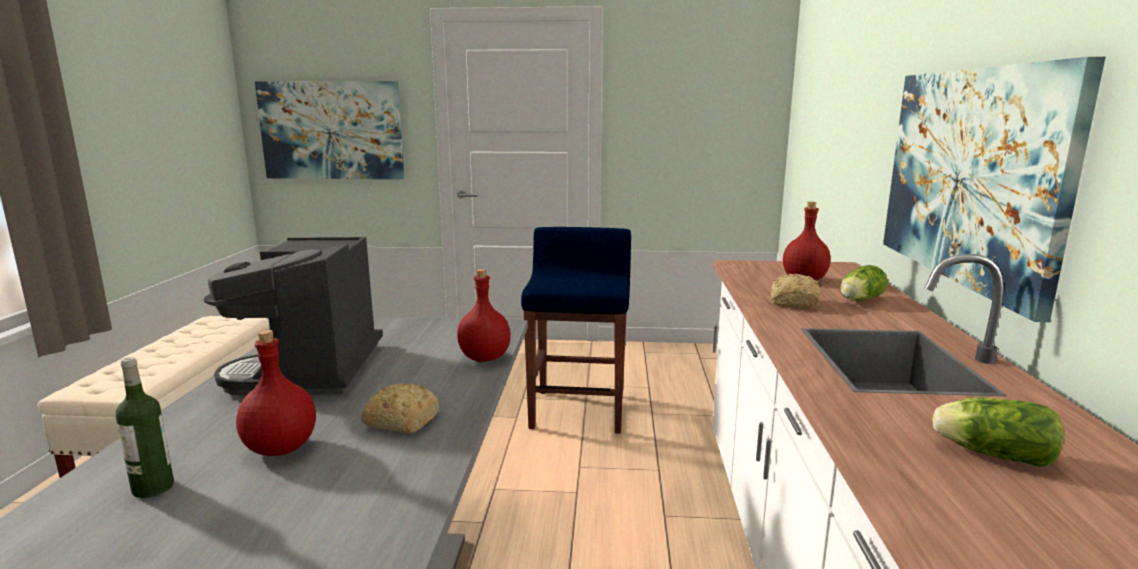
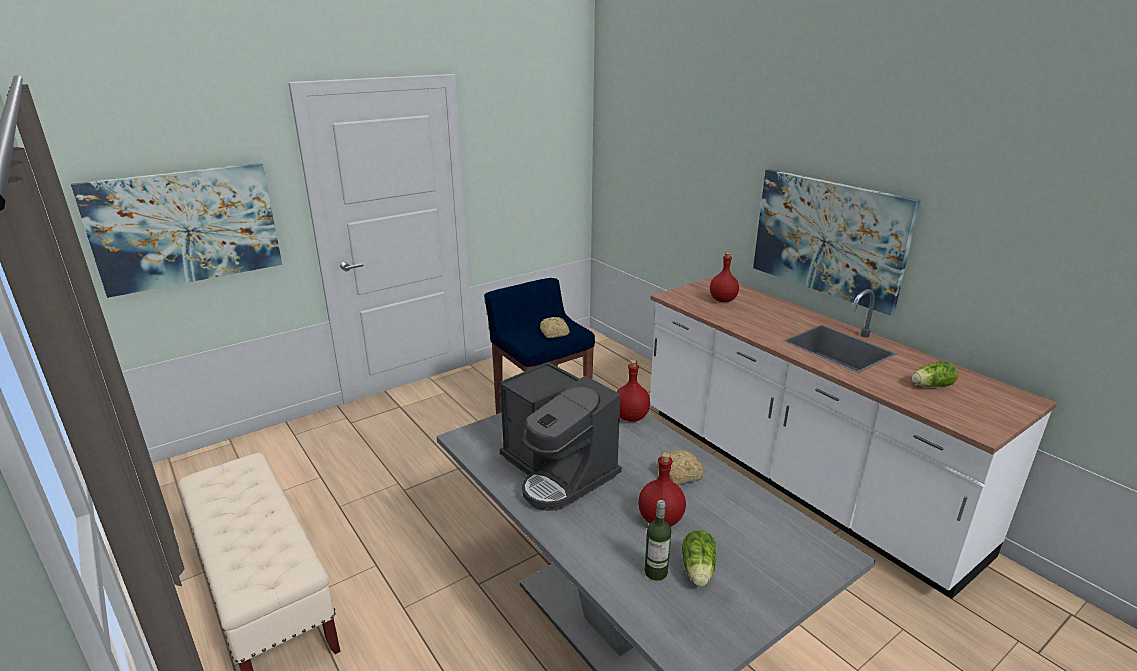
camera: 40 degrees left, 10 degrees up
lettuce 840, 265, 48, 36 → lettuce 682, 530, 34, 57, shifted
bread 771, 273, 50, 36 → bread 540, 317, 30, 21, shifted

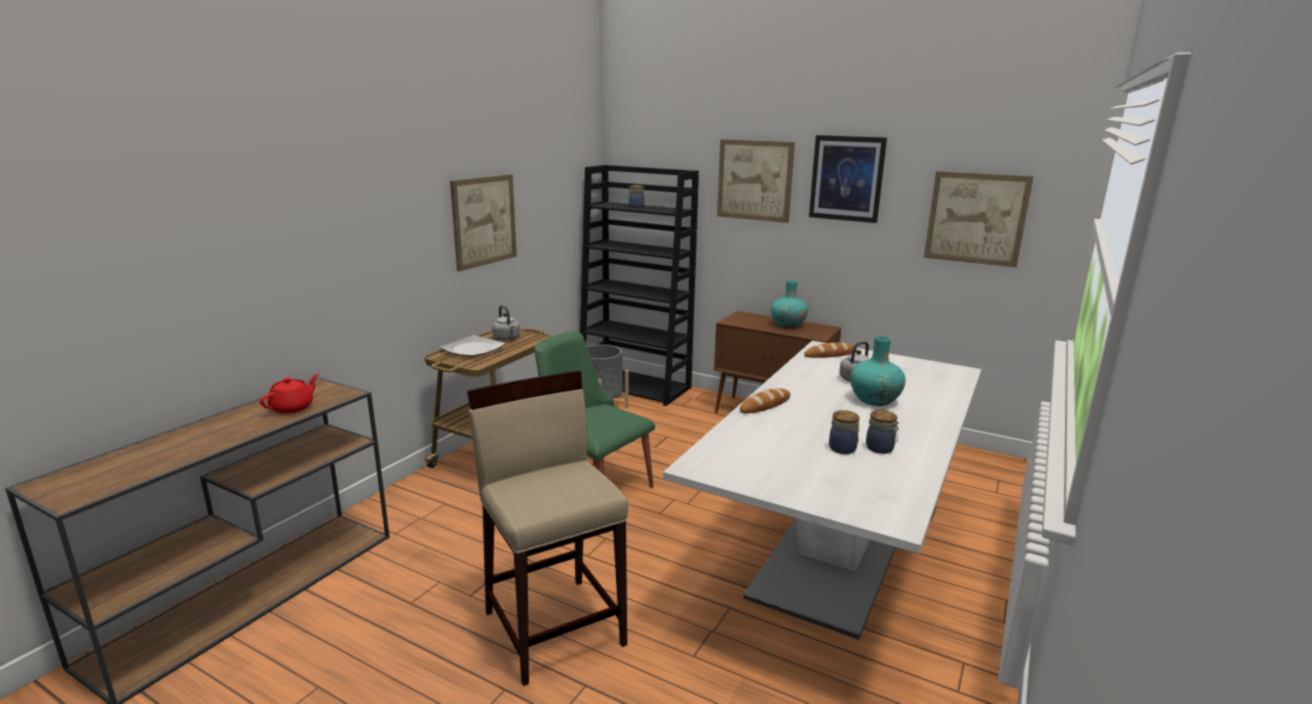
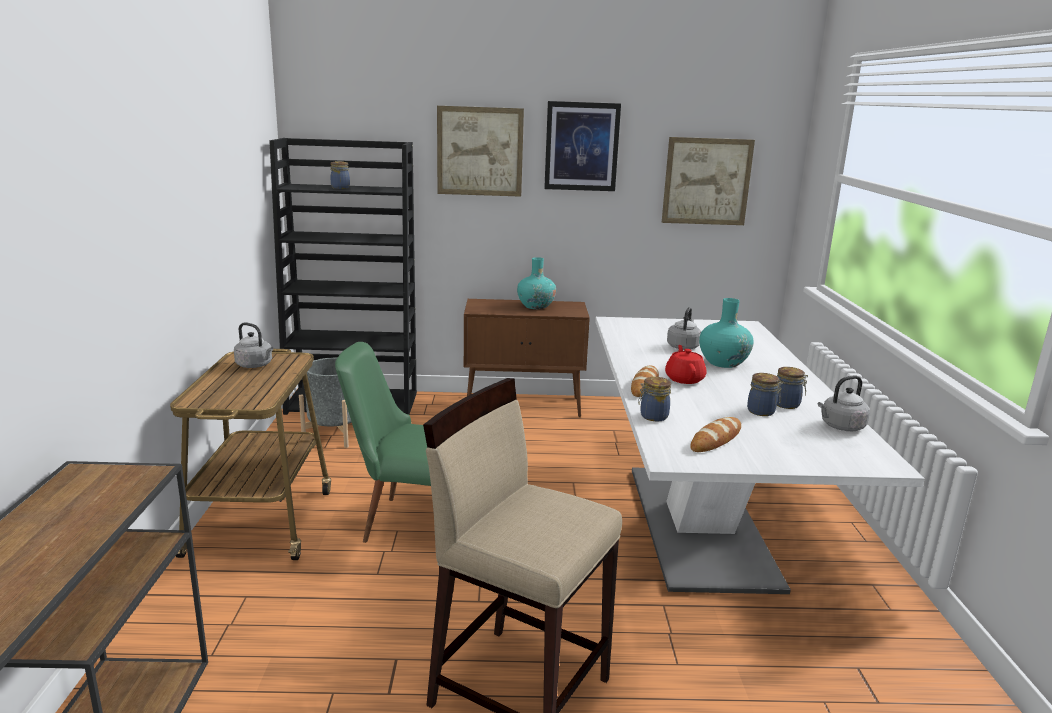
camera: 30 degrees left, 0 degrees up
wall picture 450, 174, 67, 97 → -
dinner plate 439, 335, 67, 22 → -
bread 804, 342, 53, 16 → bread 690, 417, 51, 35, shifted
reddish teapot 260, 374, 59, 40 → reddish teapot 665, 345, 41, 39, shifted
- → grey water kettle 818, 375, 52, 56
- → jar 638, 377, 33, 44

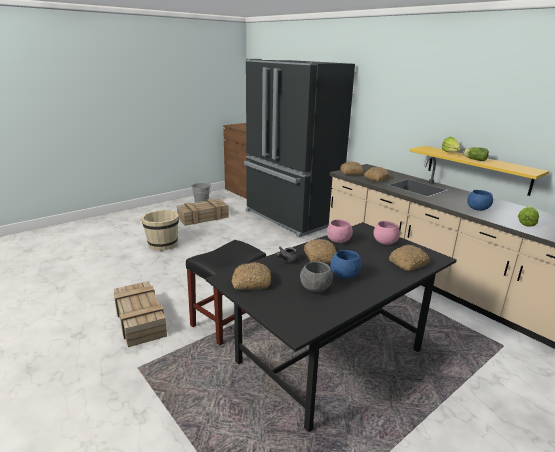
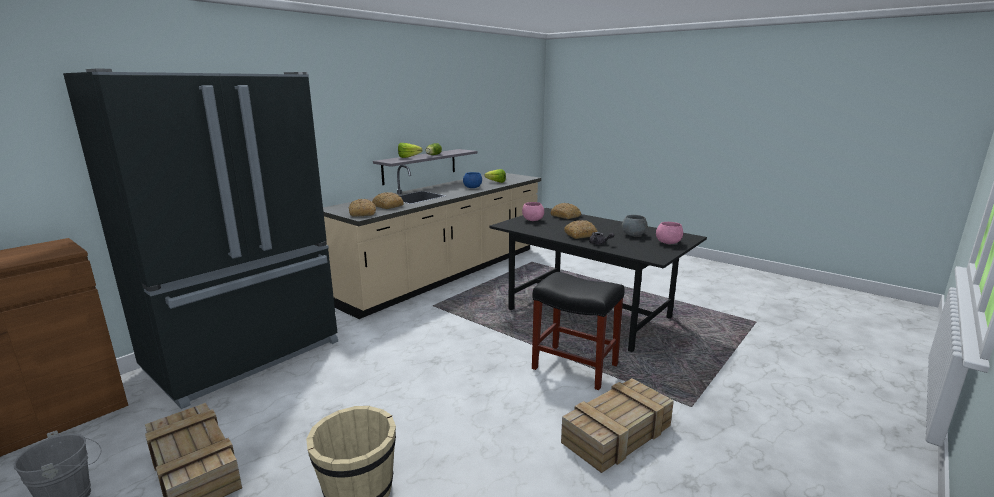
camera: 100 degrees left, 5 degrees down
yellow-coloured shelf 409, 146, 140, 50 → grey shelf 373, 149, 104, 36
pink-coloured serving bowl 327, 219, 26, 24 → pink-coloured serving bowl 656, 222, 27, 22, shifted
blue serving bowl 330, 250, 31, 29 → -
bread 231, 262, 40, 28 → -

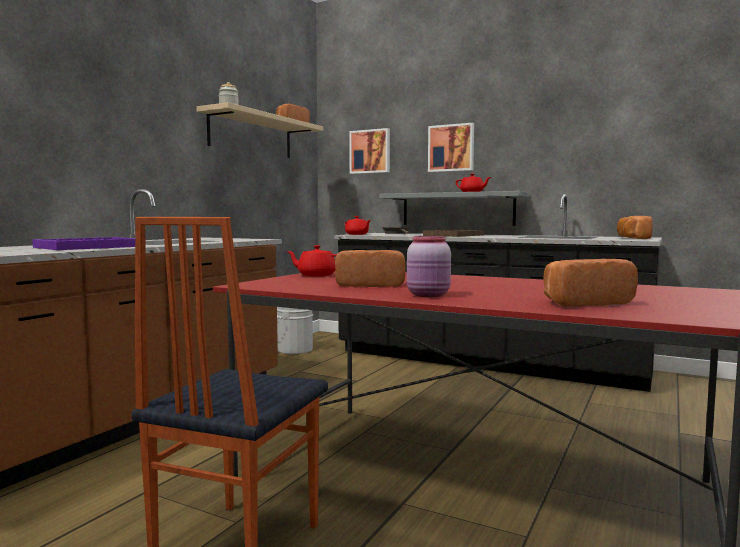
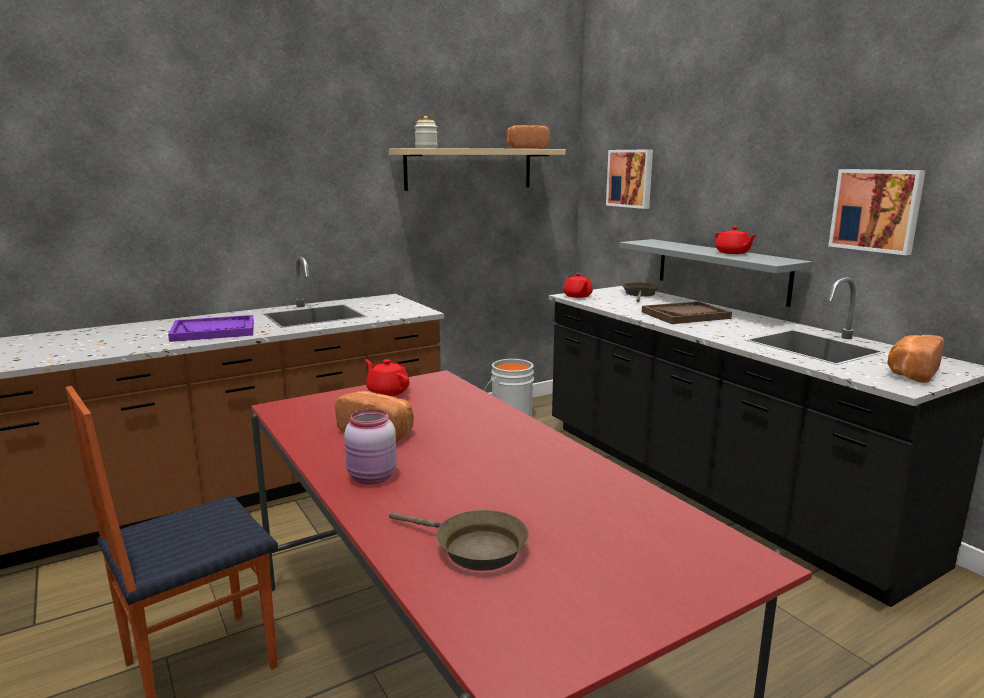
camera: 30 degrees right, 10 degrees up
wall picture 428, 123, 46, 49 → wall picture 828, 169, 98, 86, shifted
bread 543, 259, 95, 48 → brown-coloured skillet 389, 510, 140, 61

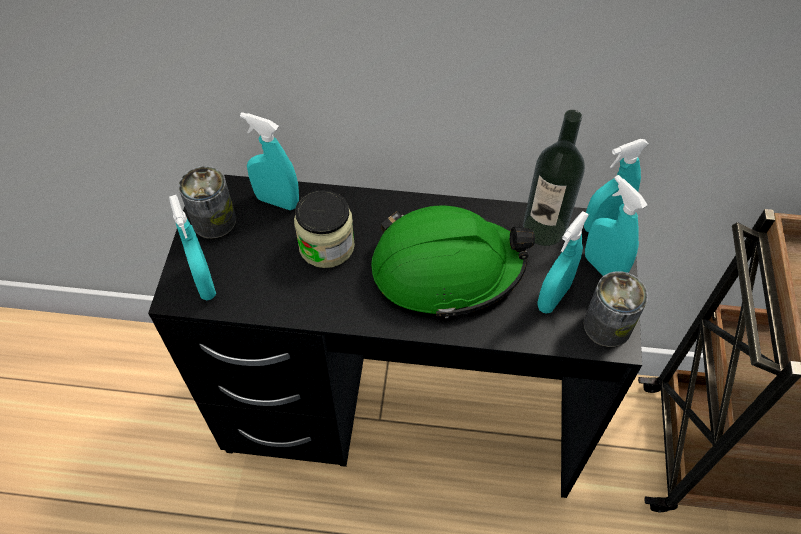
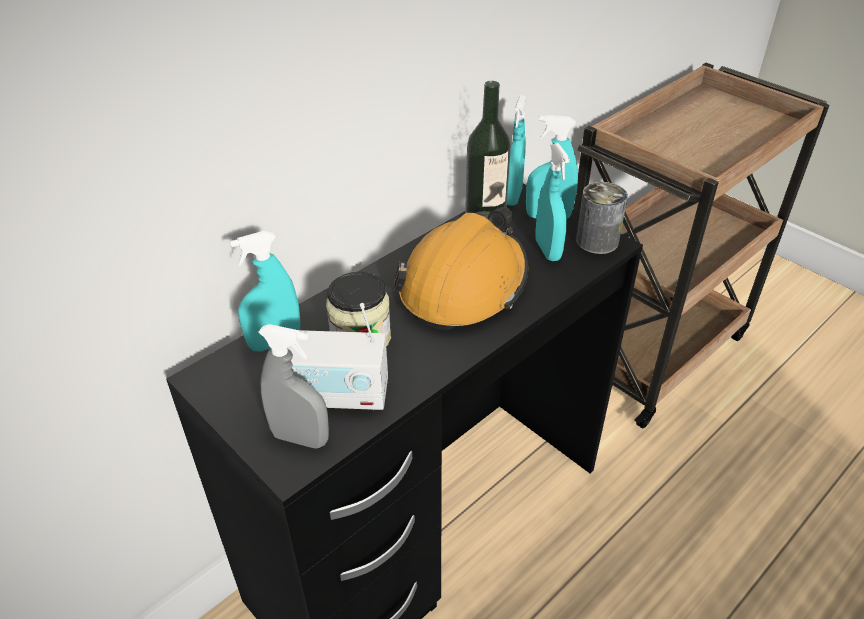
camera: 50 degrees left, 15 degrees down
metal can 179, 166, 57, 73 → -
turquoise hand sprayer 169, 195, 47, 106 → grey hand sprayer 258, 324, 71, 124
green work helmet 371, 205, 164, 114 → orange-coloured work helmet 394, 207, 134, 123
- → radio set 287, 303, 101, 108

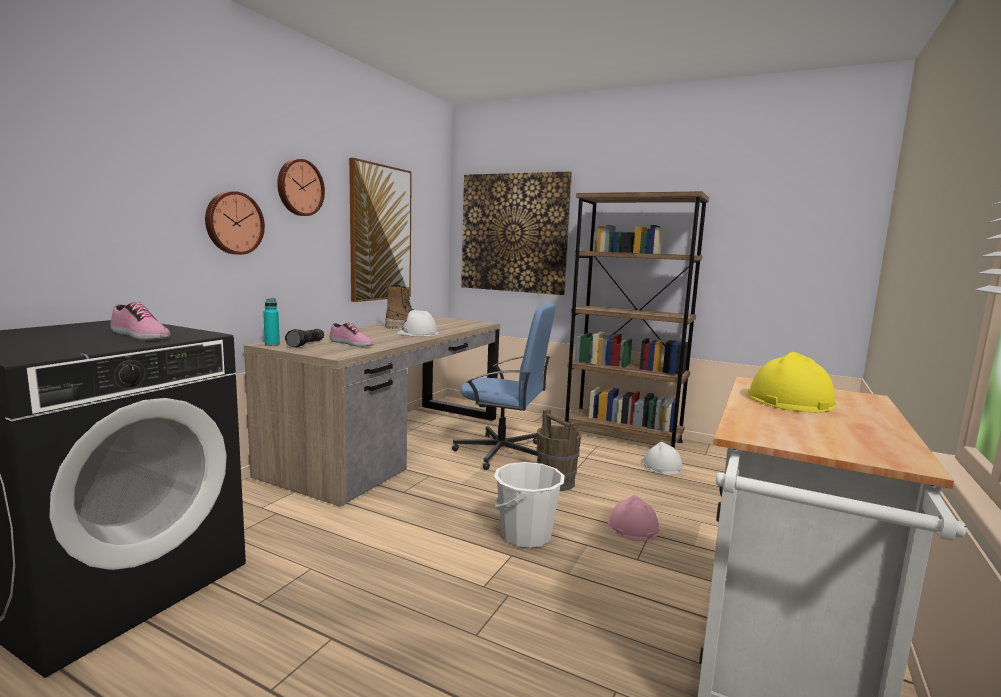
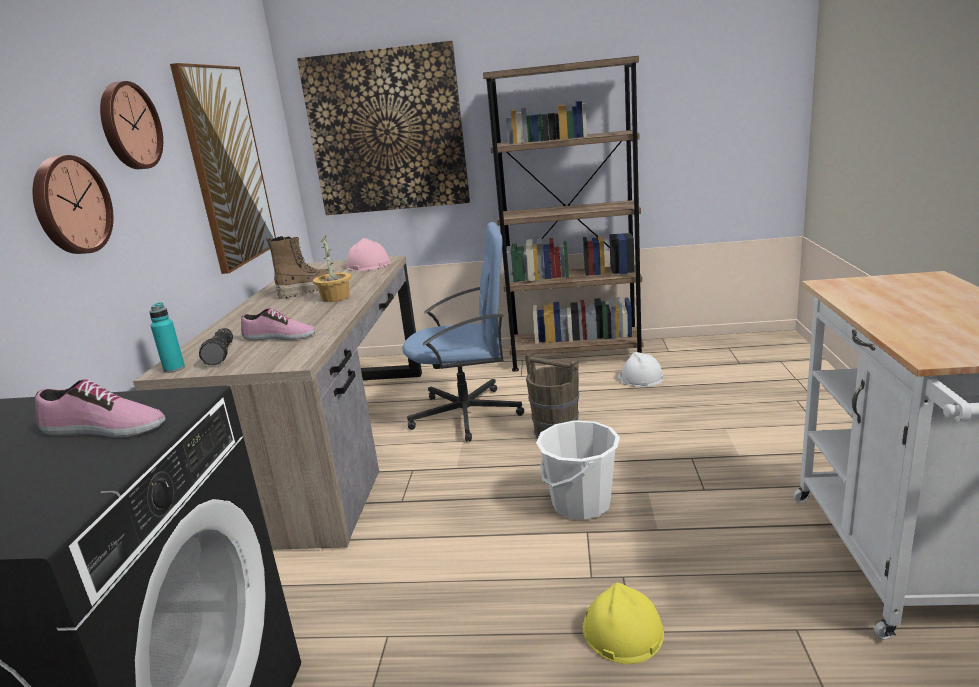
camera: 20 degrees left, 10 degrees up
whitish work helmet 397, 310, 42, 26 → houseplant 313, 235, 38, 67
yellow-coloured work helmet 747, 352, 89, 60 → yellow-coloured work helmet 583, 583, 81, 81, shifted
pink-coloured work helmet 608, 495, 52, 46 → pink-coloured work helmet 346, 238, 45, 33, shifted

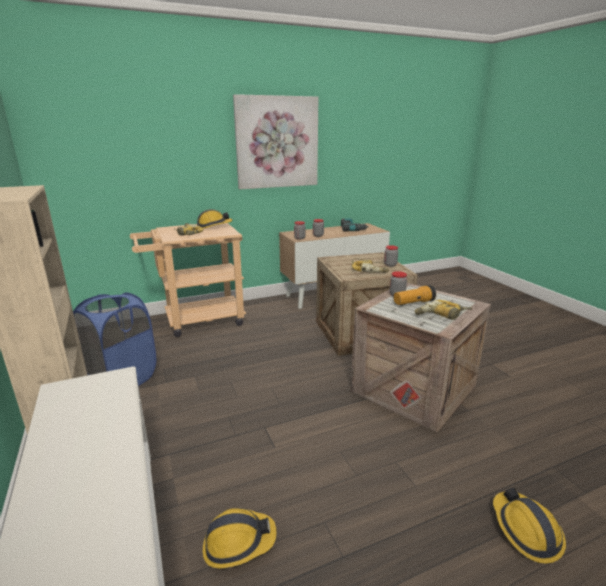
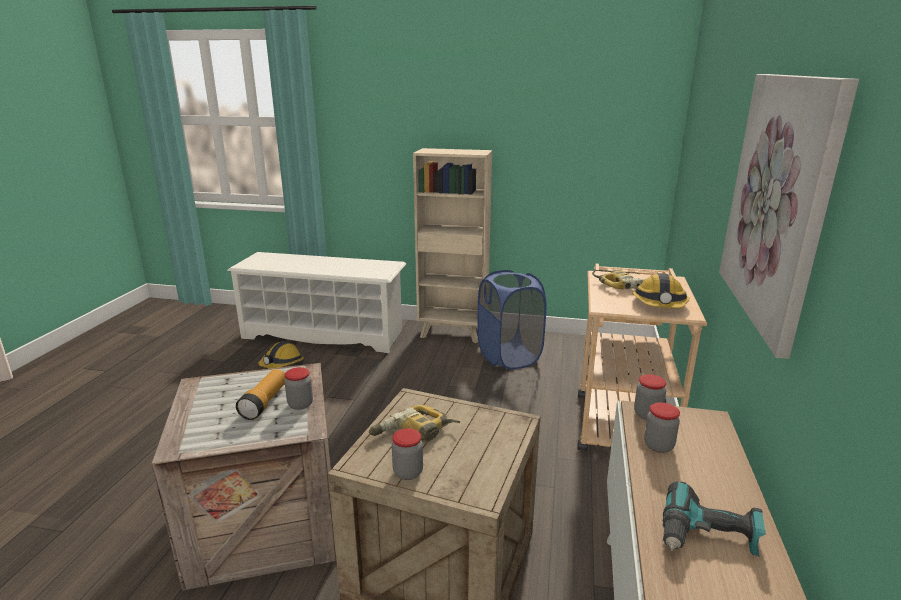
camera: 125 degrees right, 0 degrees up
electric drill 415, 300, 57, 20 → -
work helmet 493, 488, 73, 75 → -

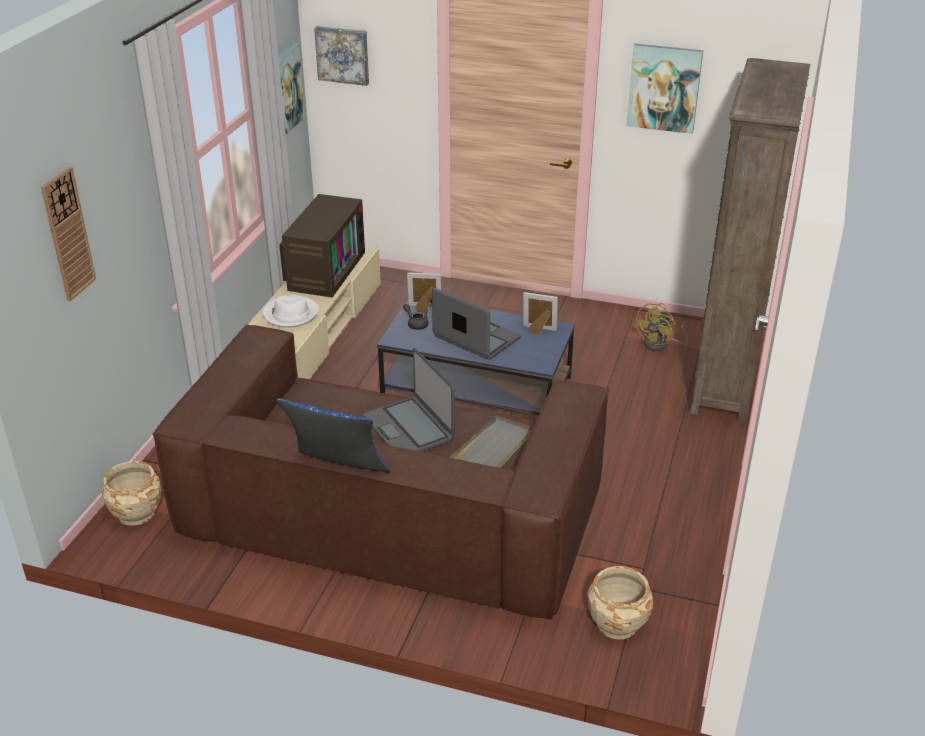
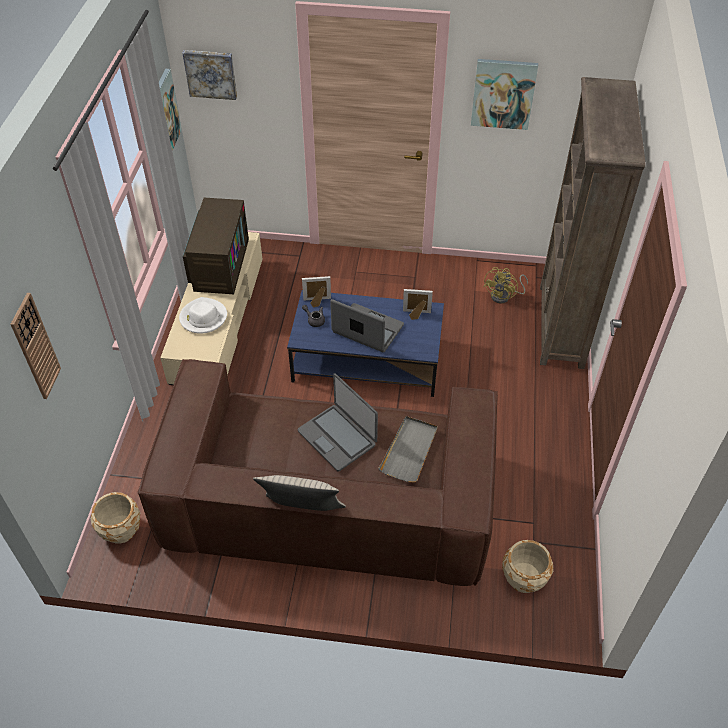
camera: 10 degrees left, 15 degrees up
blue cushion 276, 399, 115, 74 → beige cushion 253, 475, 93, 36

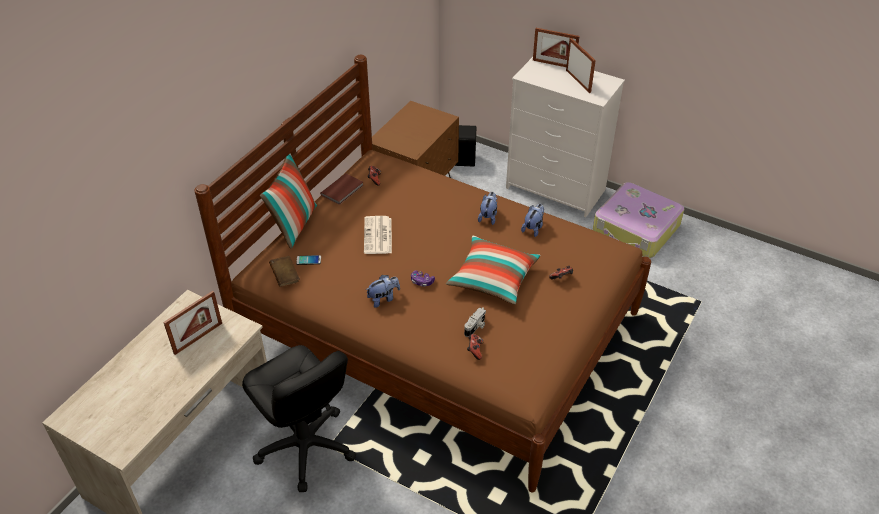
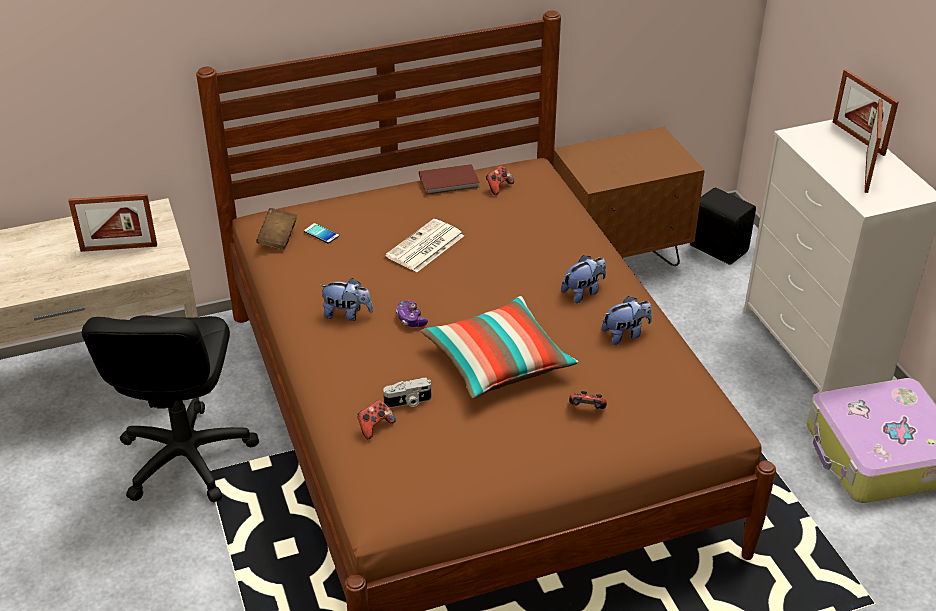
camera: 40 degrees right, 5 degrees down
cushion 260, 153, 57, 96 → -

